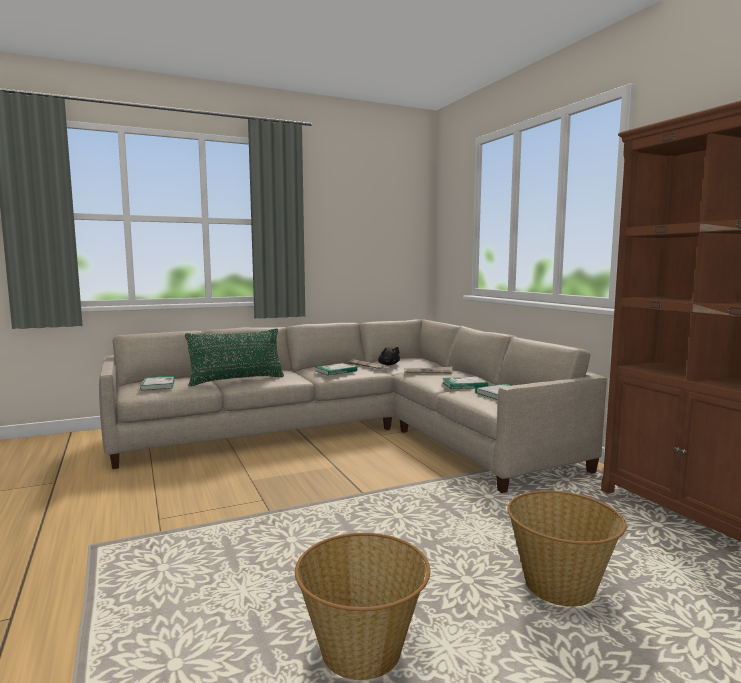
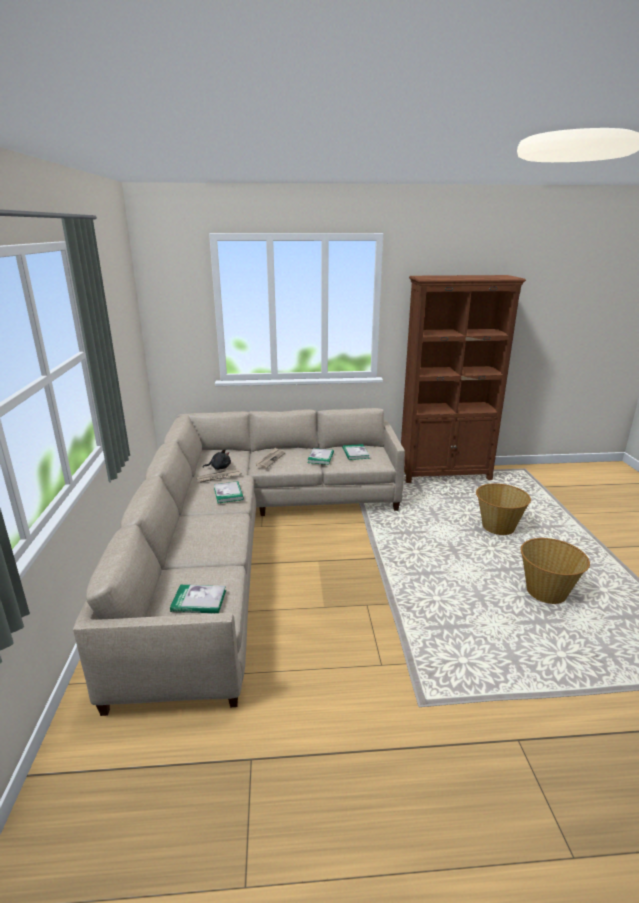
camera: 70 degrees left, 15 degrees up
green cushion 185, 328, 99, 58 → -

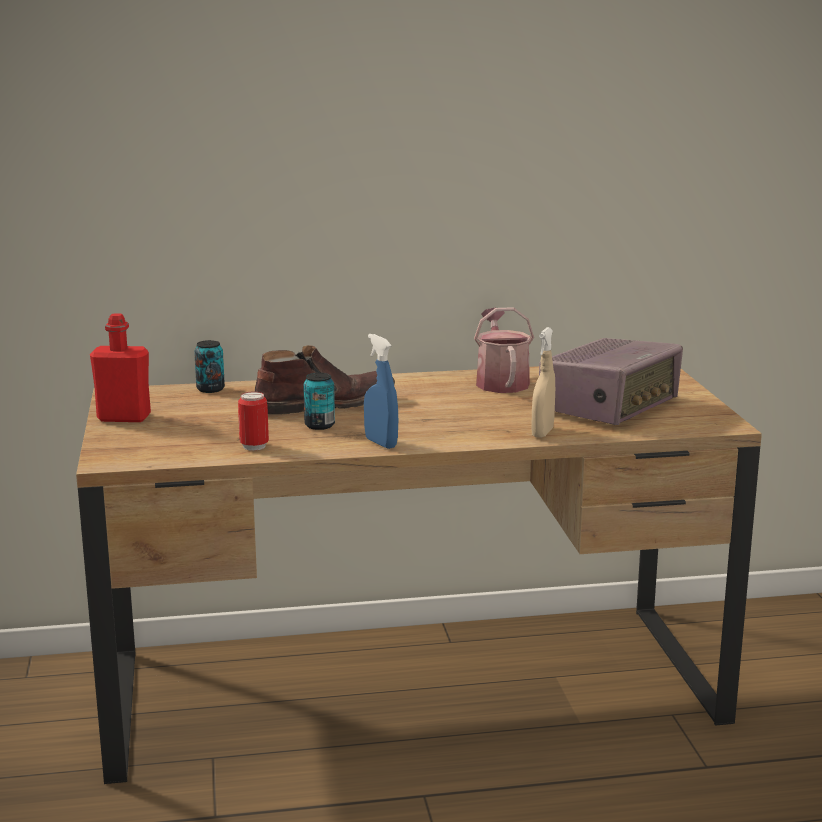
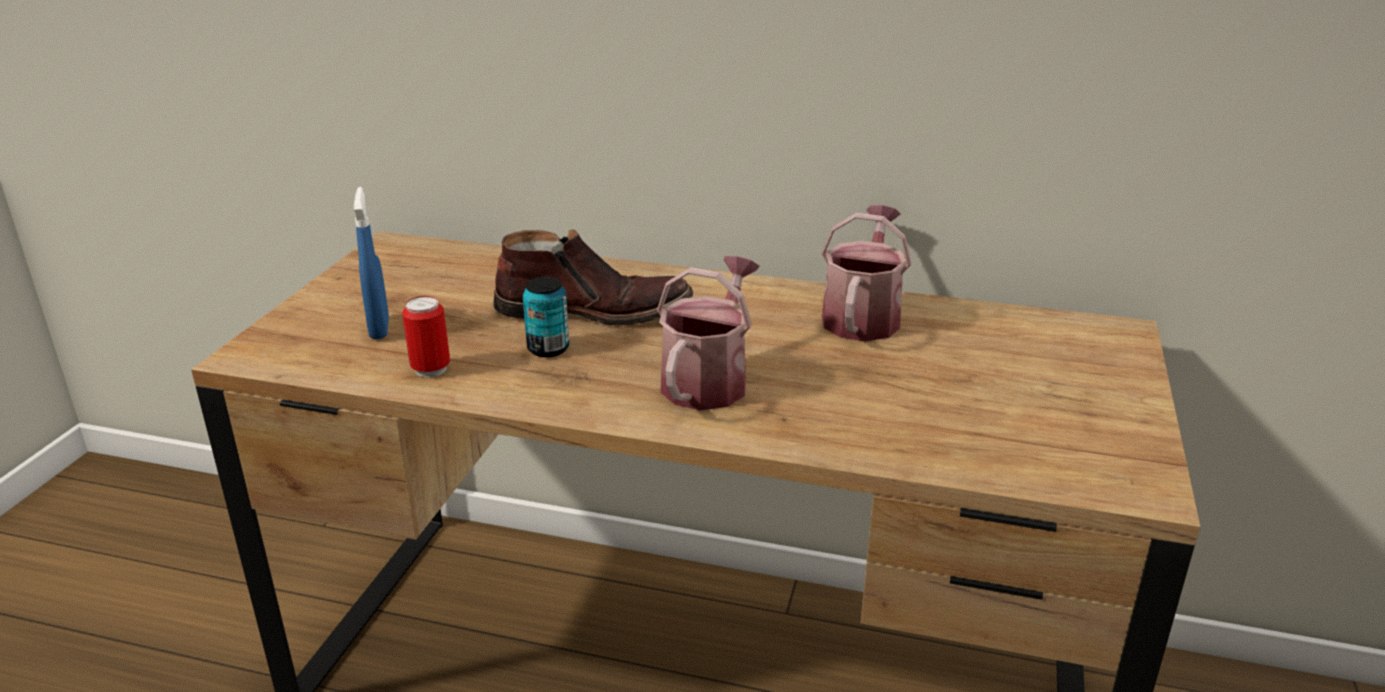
camera: 25 degrees right, 10 degrees up
reddish bottle 90, 313, 61, 109 → -
beige hand sprayer 532, 327, 23, 111 → -
blue hand sprayer 364, 334, 34, 115 → blue hand sprayer 354, 187, 35, 152, shifted
radio set 539, 338, 144, 87 → -
metal can 194, 340, 31, 53 → -
- → sprinkling can 657, 256, 103, 155

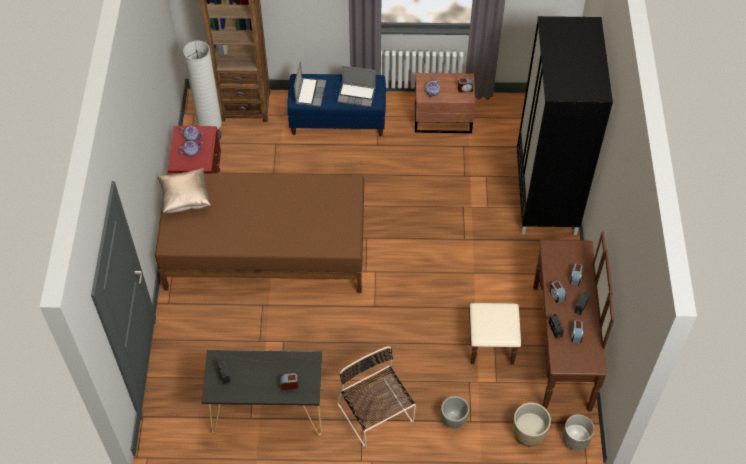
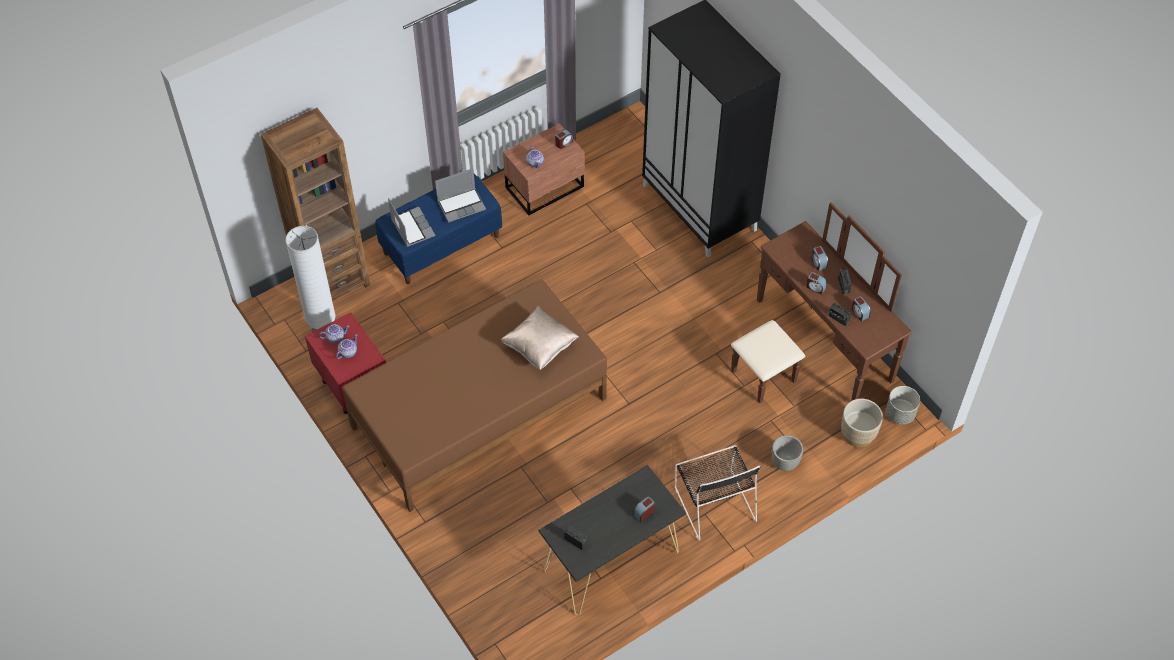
camera: 35 degrees left, 0 degrees up
beige cushion 158, 168, 53, 45 → beige cushion 501, 306, 78, 64, shifted
black-coloured upright chair 337, 346, 79, 102 → black-coloured upright chair 675, 445, 86, 96, 135 degrees counterclockwise

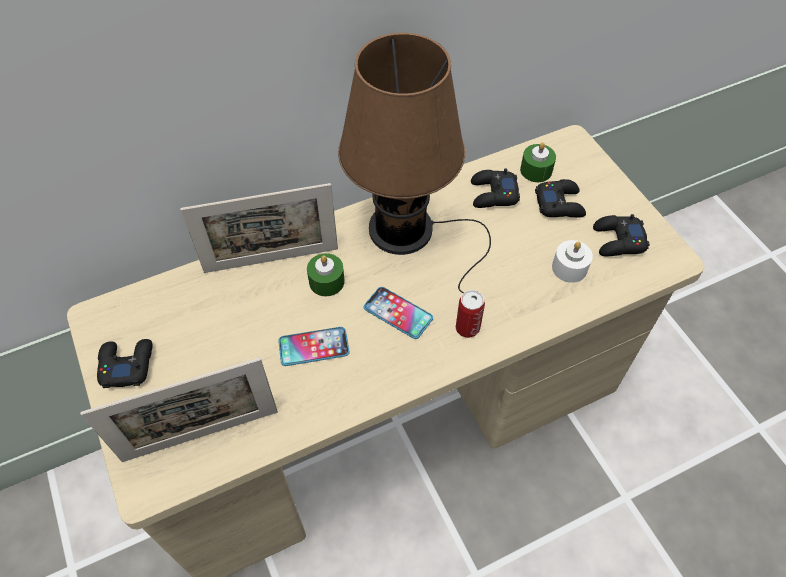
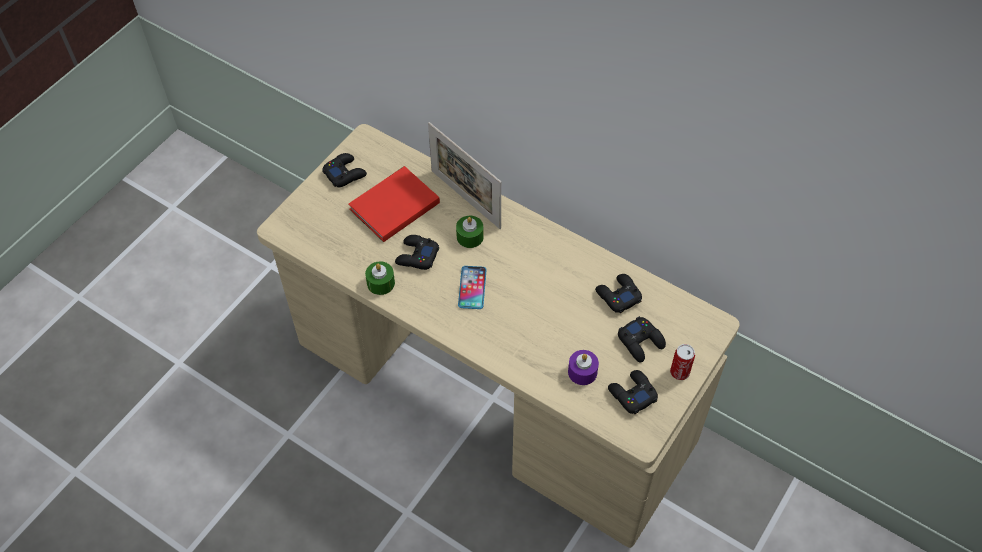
camera: 60 degrees right, 0 degrees up
brown-coloured table lamp 338, 33, 153, 260 → -
green wax light 520, 142, 36, 40 → green wax light 365, 261, 30, 34, shifted
whitish wax light 552, 240, 41, 43 → purplish wax light 568, 350, 31, 35
metal can 456, 290, 29, 48 → metal can 670, 344, 25, 36, shifted
handset 278, 327, 71, 39 → black-coloured joypad 395, 235, 44, 35
photo frame 80, 357, 198, 105 → -
- → reddish bound book 348, 166, 92, 76

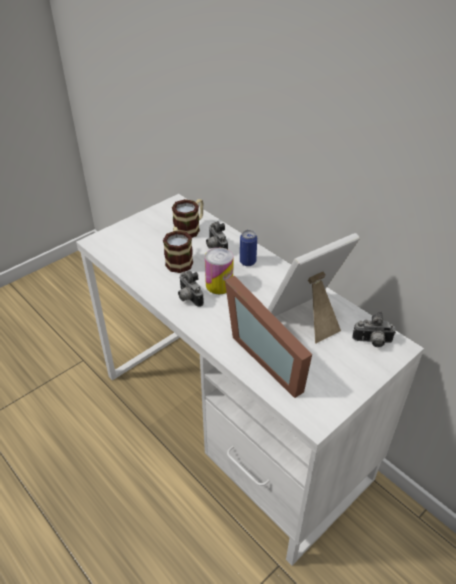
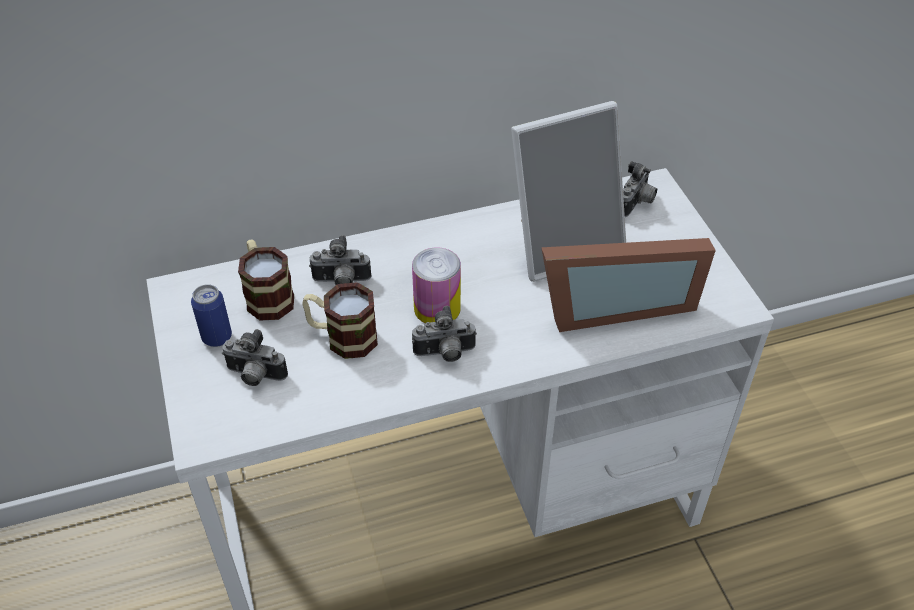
camera: 65 degrees left, 5 degrees up
metal can 240, 230, 17, 36 → metal can 191, 284, 41, 63, shifted
photo frame 268, 233, 92, 111 → photo frame 511, 101, 115, 181, 105 degrees counterclockwise
- → still camera 222, 329, 66, 57

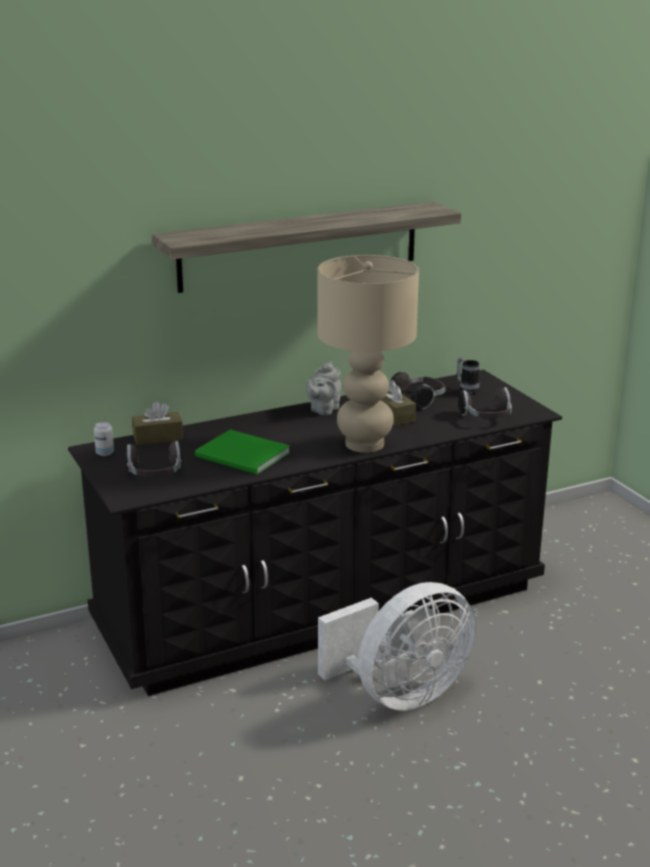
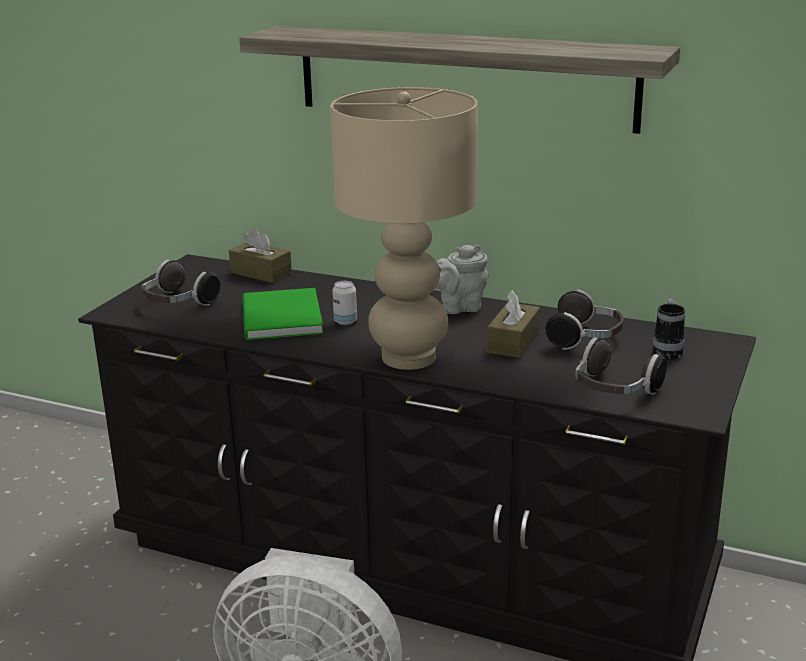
camera: 50 degrees right, 0 degrees up
metal can 94, 422, 20, 34 → metal can 332, 281, 25, 44, shifted

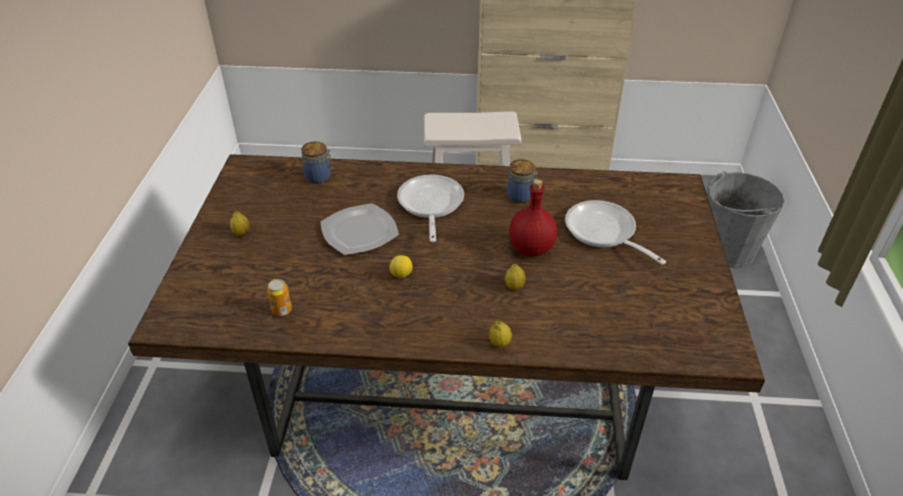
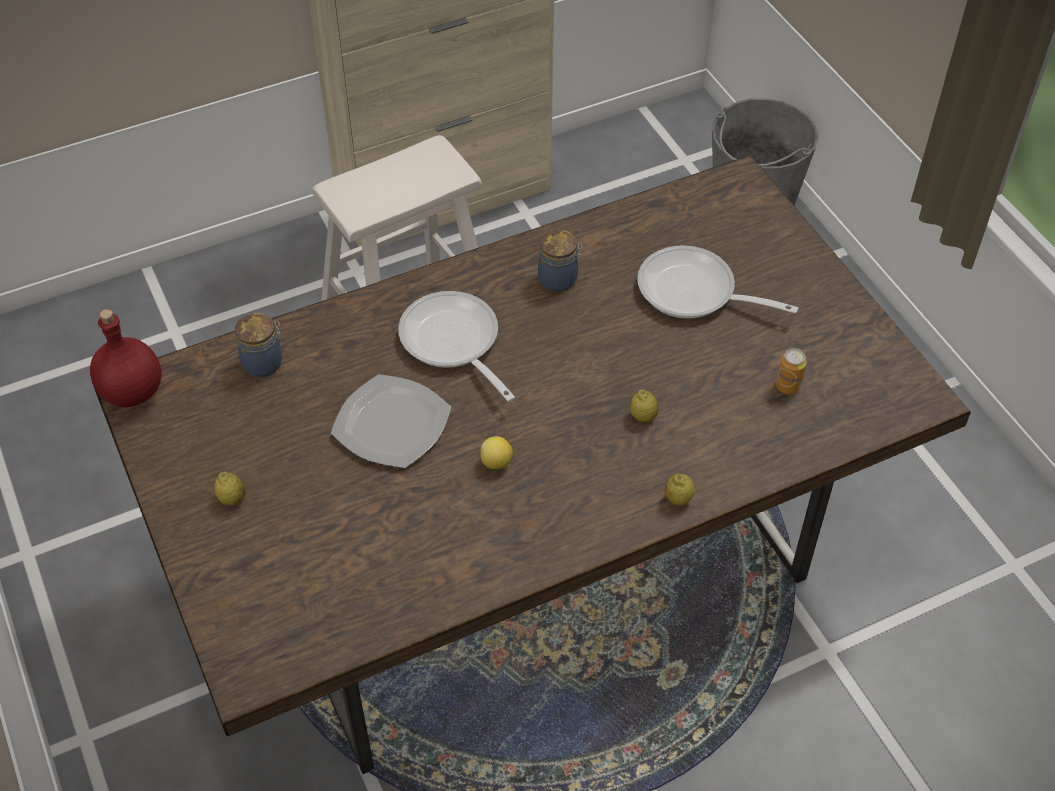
camera: 30 degrees left, 10 degrees up
reddish bottle 509, 179, 48, 77 → reddish bottle 90, 309, 71, 98, shifted
metal can 267, 279, 25, 37 → metal can 776, 348, 31, 47, shifted

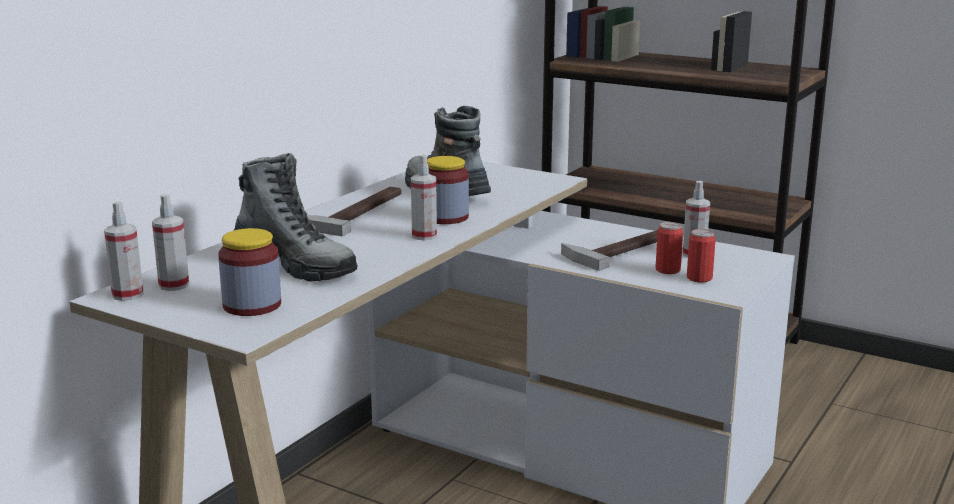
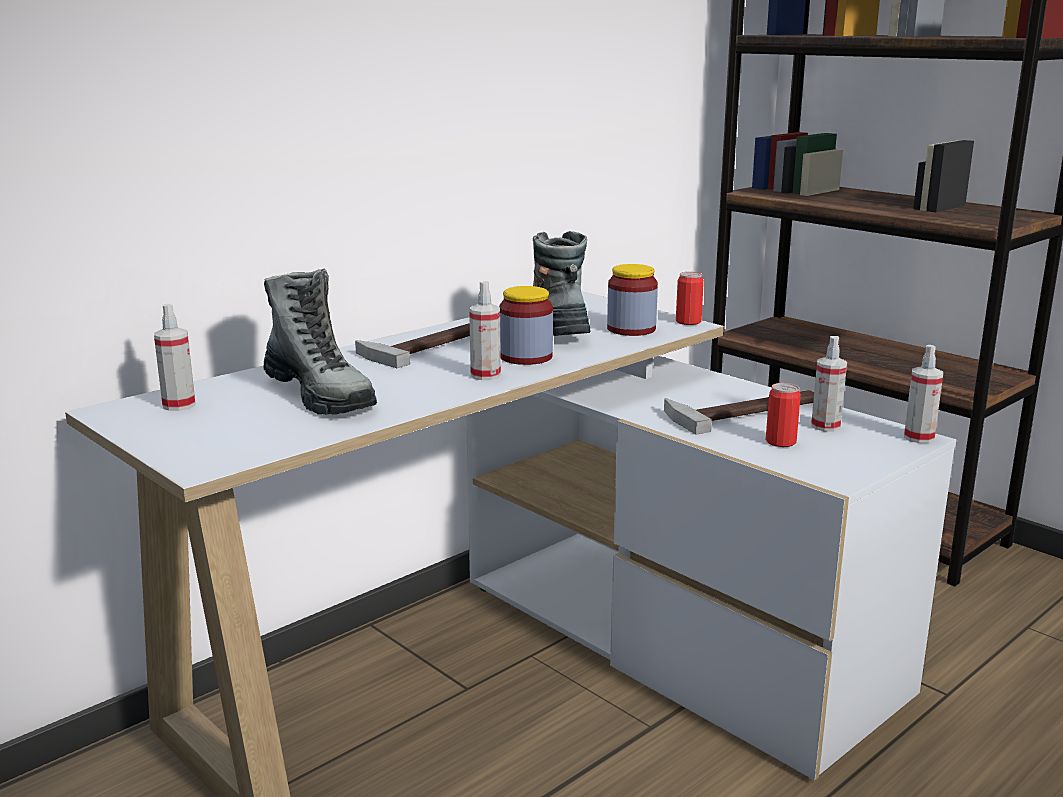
camera: 15 degrees right, 0 degrees up
hand sprayer 104, 202, 40, 99 → hand sprayer 904, 345, 39, 98, shifted
jar 218, 228, 63, 88 → jar 607, 264, 51, 72, shifted
metal can 687, 229, 29, 53 → metal can 676, 272, 28, 53, shifted

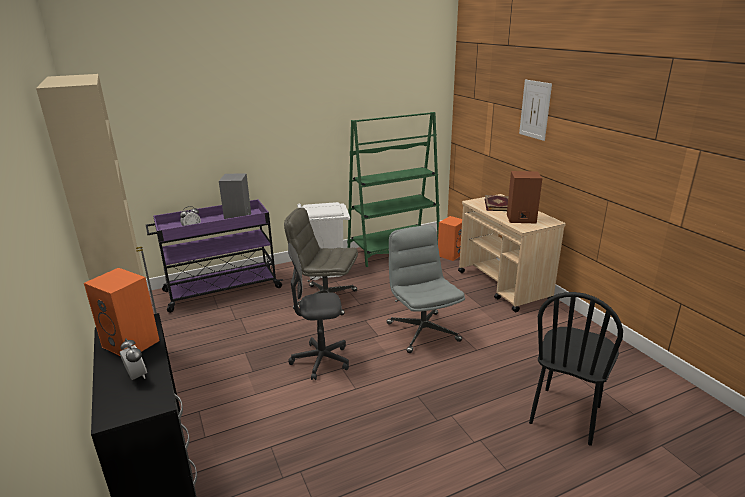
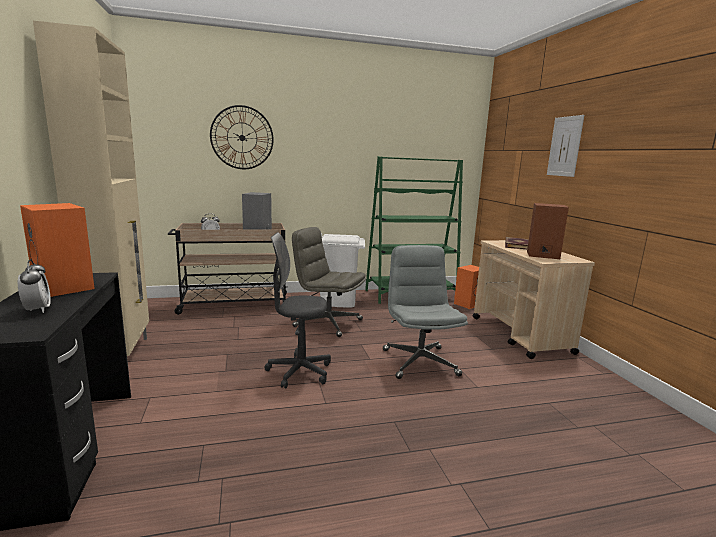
camera: 10 degrees right, 10 degrees down
purplish trolley 146, 199, 137, 114 → beige trolley 168, 223, 119, 92
black-coloured upright chair 529, 292, 94, 154 → -
- → wall clock 210, 105, 64, 64

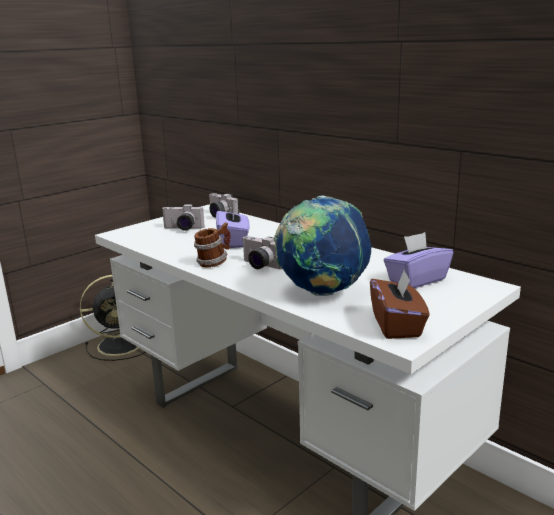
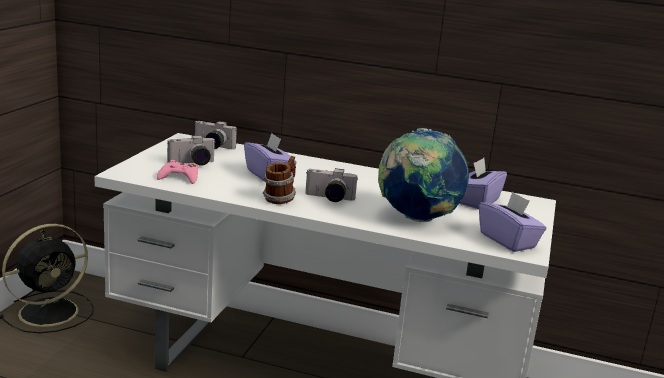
camera: 30 degrees left, 0 degrees up
brown-coloured tissue holder 370, 269, 60, 70 → purplish tissue holder 479, 192, 68, 60
- → pink-coloured joypad 157, 160, 41, 24

